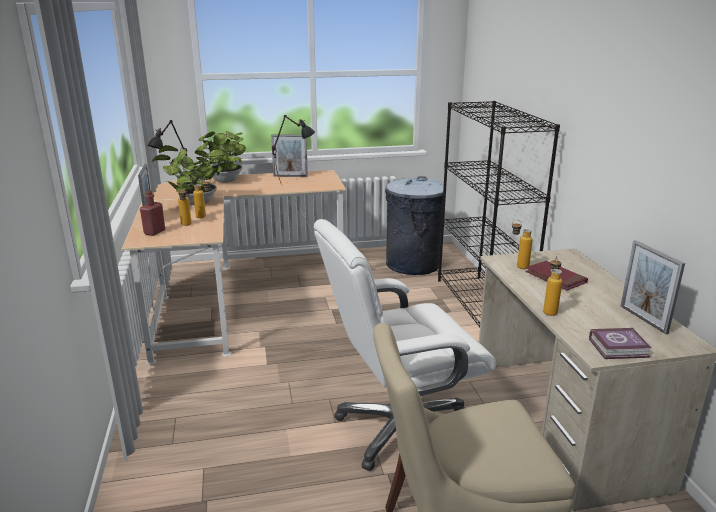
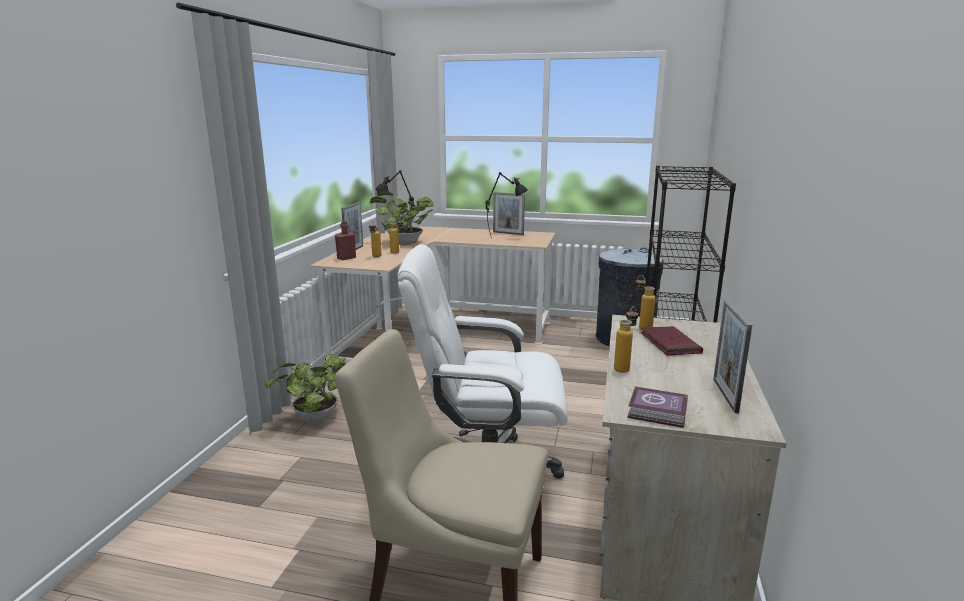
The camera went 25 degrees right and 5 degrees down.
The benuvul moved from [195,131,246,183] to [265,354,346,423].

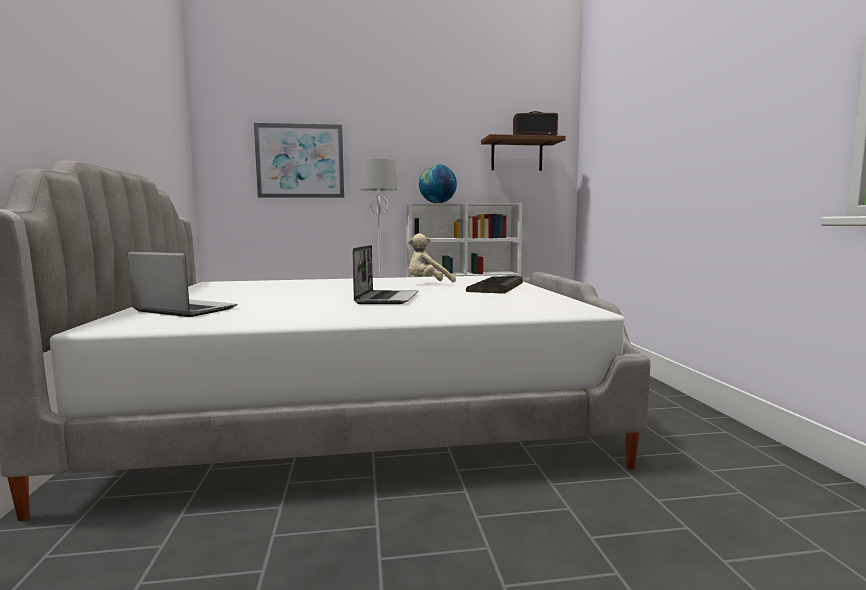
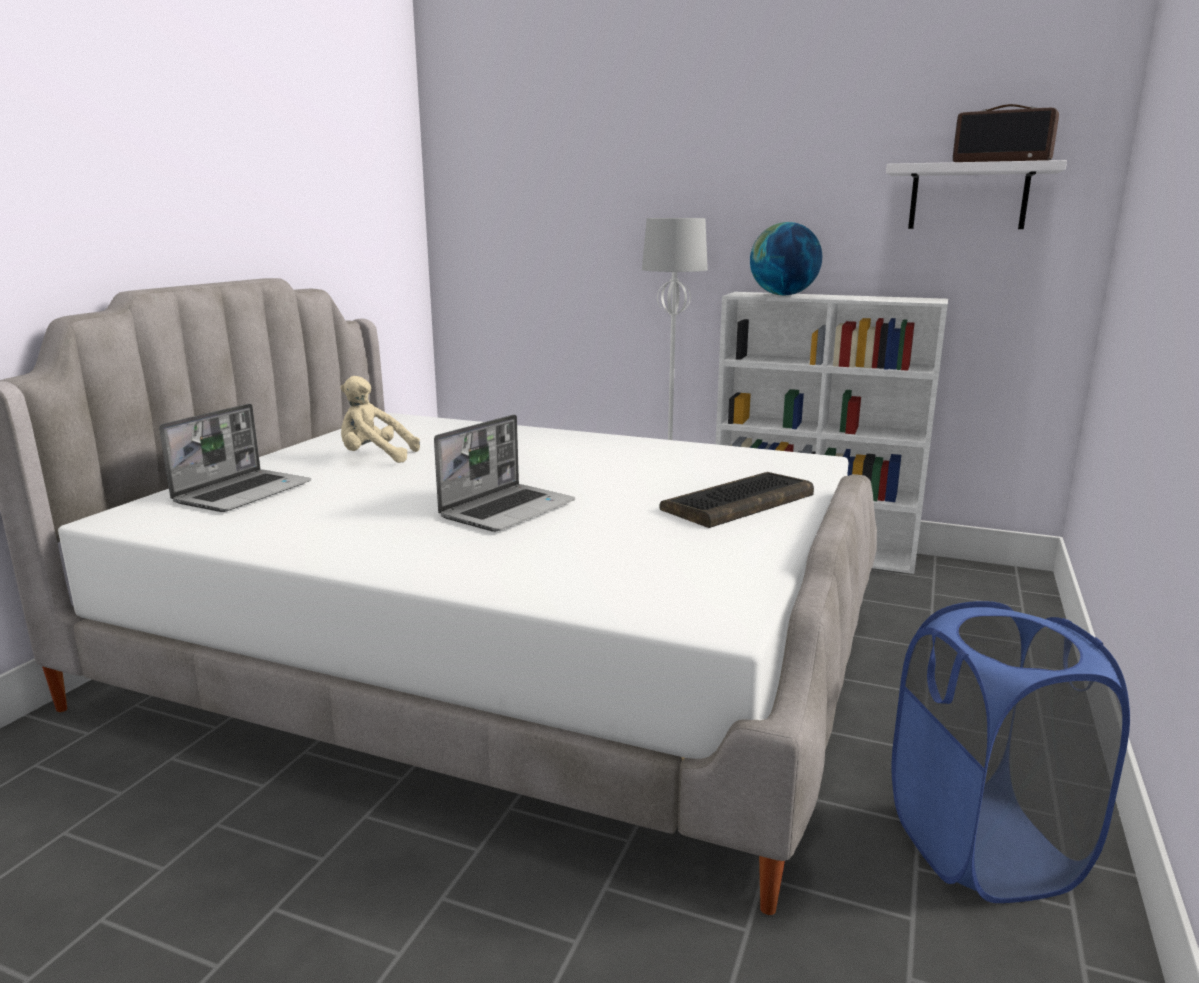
The camera went 30 degrees right and 10 degrees up.
The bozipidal at [254,123,344,198] disappeared.
The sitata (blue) at [891,601,1130,903] appeared.
The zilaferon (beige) moved from [408,233,456,283] to [340,376,420,463].
The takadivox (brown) at [481,134,566,171] became the takadivox (white) at [886,160,1067,229].
The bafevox at [128,251,237,317] turned 60 degrees clockwise.

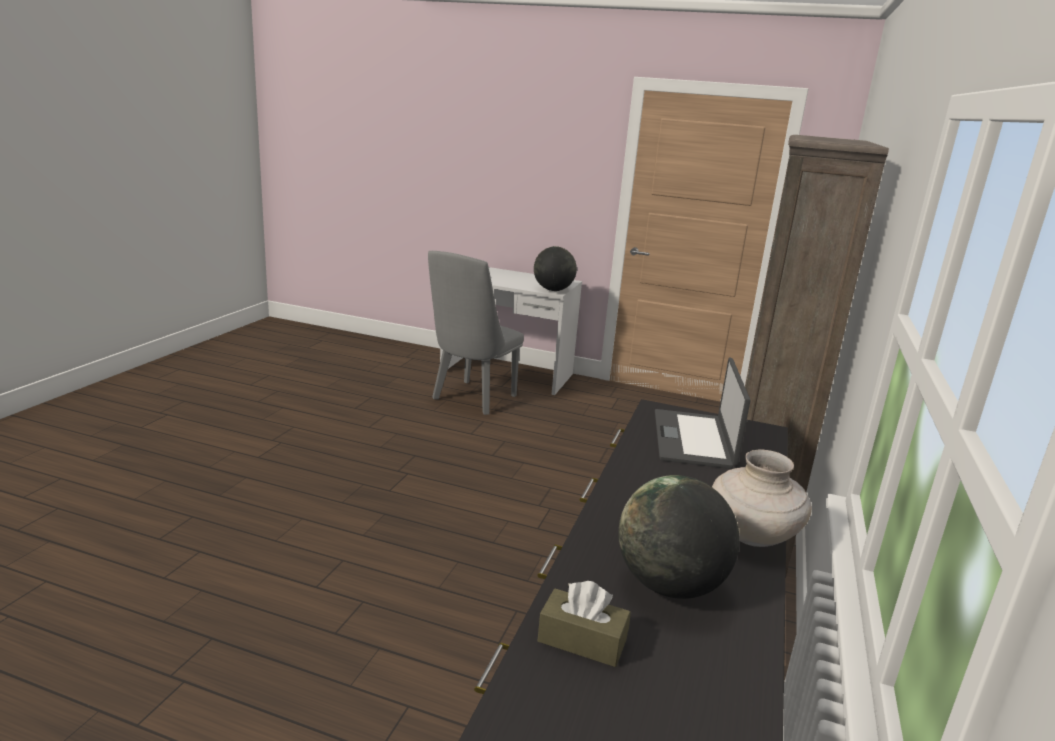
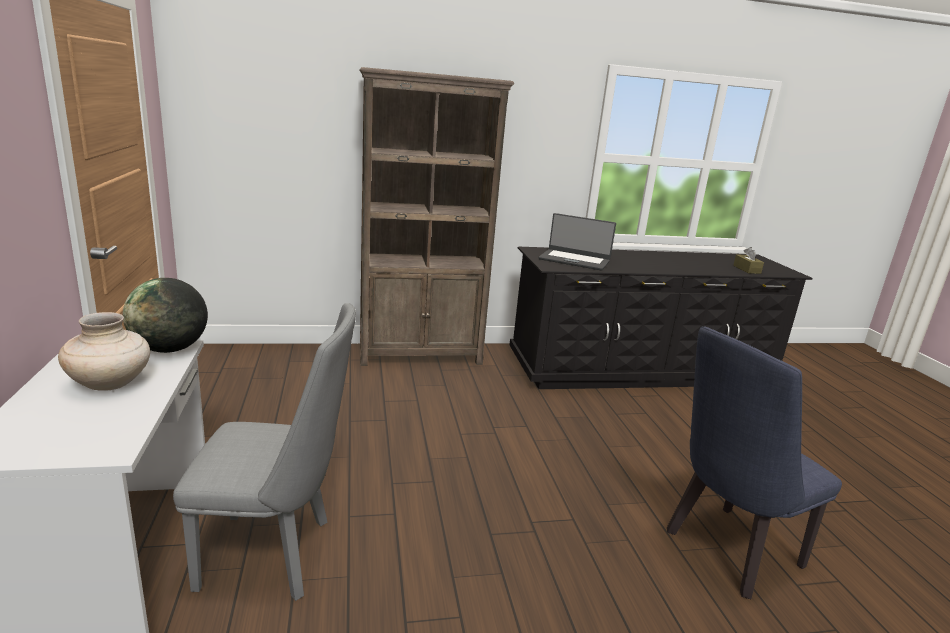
The camera went 120 degrees left and 0 degrees up.
The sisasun at [618,475,740,599] disappeared.
The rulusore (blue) at [667,326,842,599] appeared.
The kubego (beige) moved from [712,450,812,547] to [58,312,150,391].
The bafevox at [655,357,751,469] turned 45 degrees clockwise.

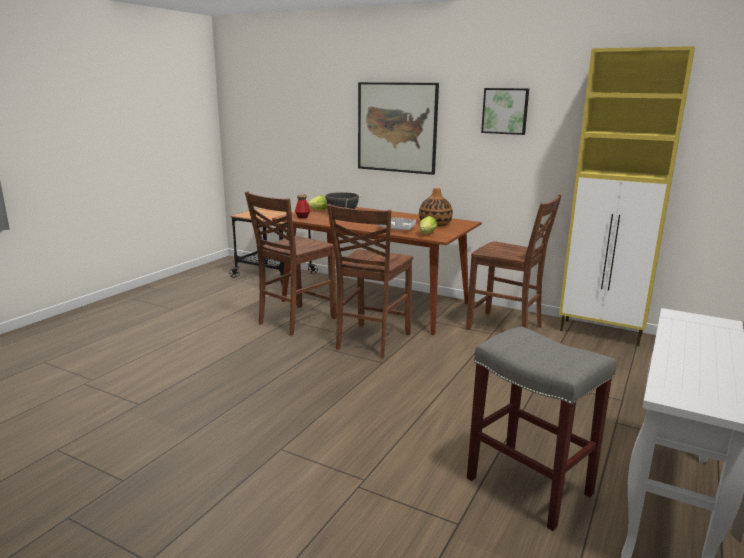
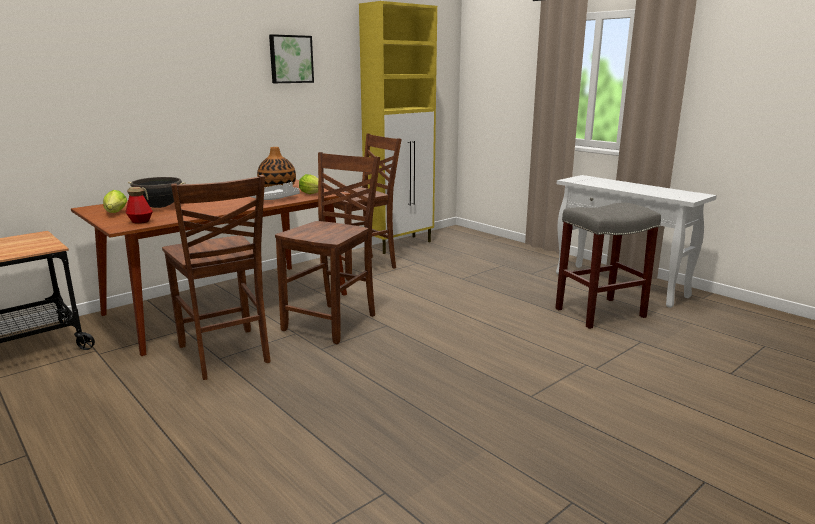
The camera went 70 degrees left and 0 degrees up.
The bozipidal at [358,82,439,175] disappeared.
The rulusore (brown) at [327,204,413,358] turned 105 degrees counterclockwise.

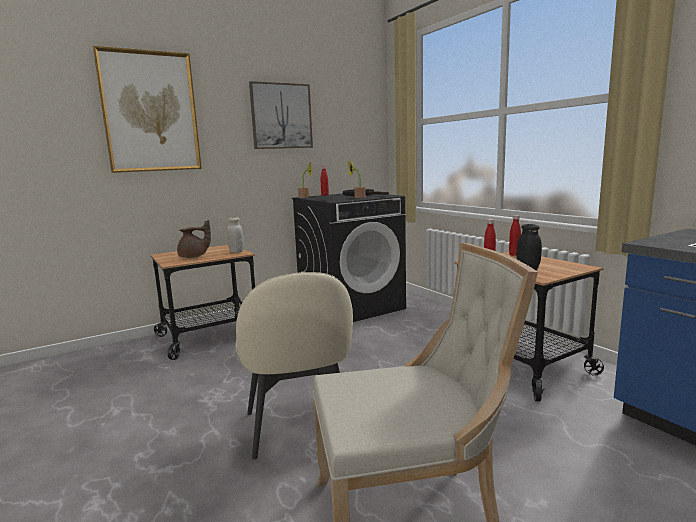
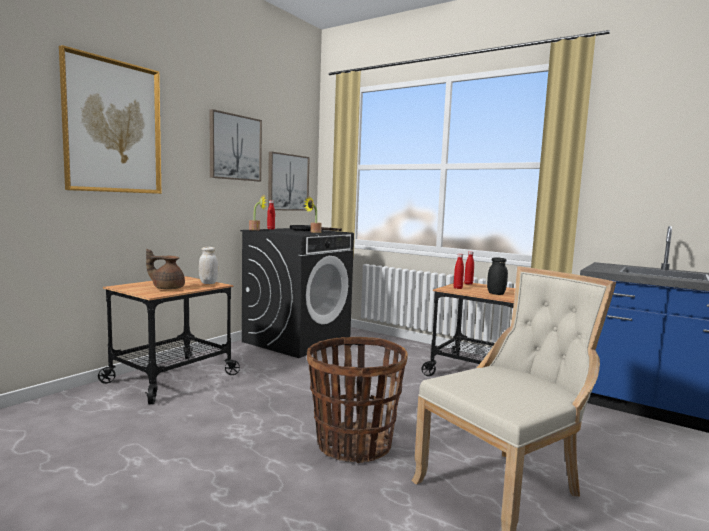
The camera went 25 degrees left and 5 degrees down.
The bozipidal at [268,152,310,211] appeared.
The rulusore (beige) at [236,272,353,459] was replaced by the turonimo at [307,337,408,463].
The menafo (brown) at [177,220,211,258] turned 135 degrees counterclockwise.

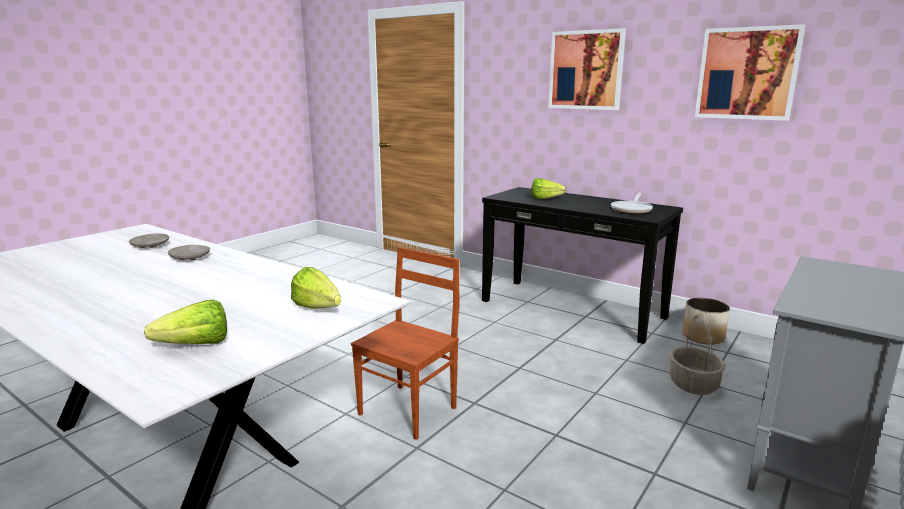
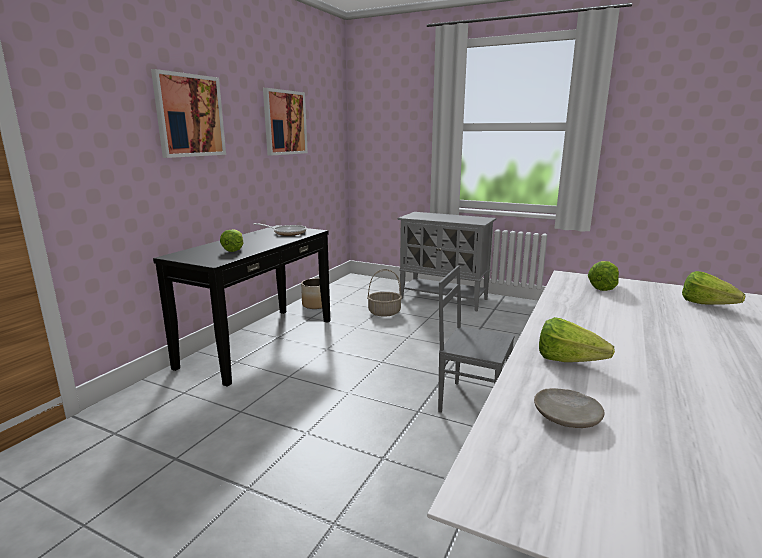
The camera went 100 degrees left and 0 degrees up.
The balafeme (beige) at [168,245,210,260] was replaced by the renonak at [539,317,615,362].
The rulusore (brown) at [351,247,459,440] became the rulusore (grey) at [438,265,515,413].

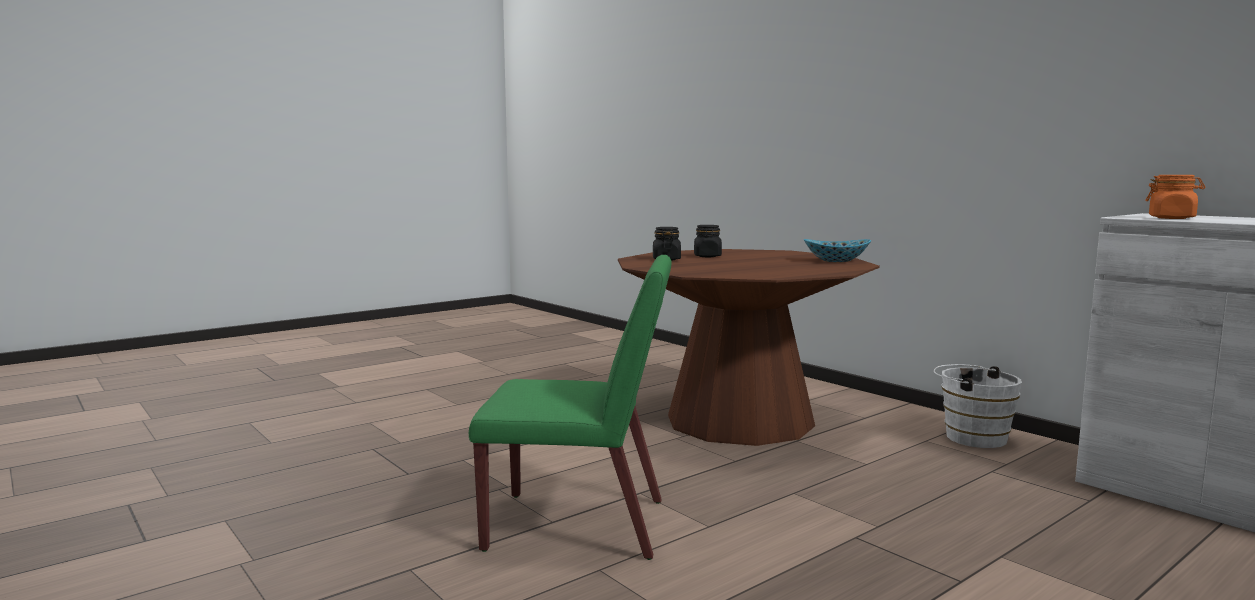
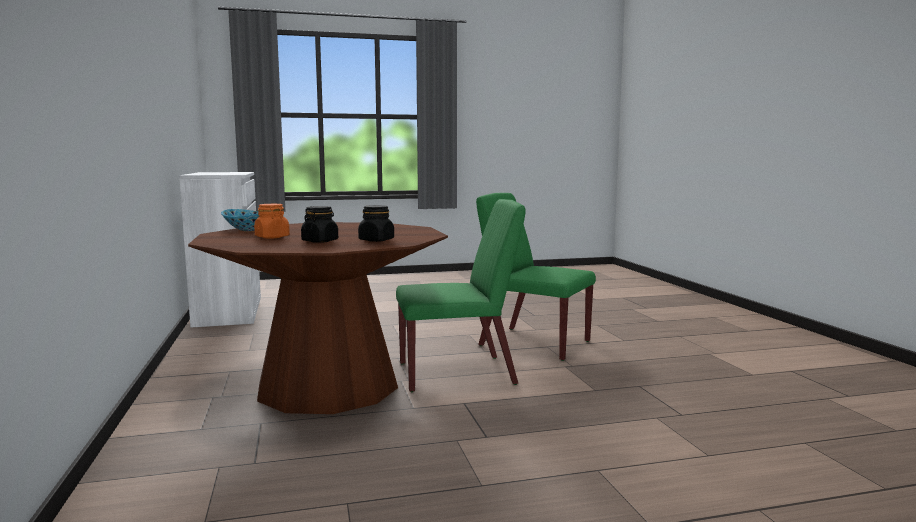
The camera went 155 degrees left and 0 degrees up.
The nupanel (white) at [934,364,1022,448] disappeared.
The rulusore (green) at [396,199,526,392] appeared.
The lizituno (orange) moved from [1145,175,1205,219] to [254,204,290,238].

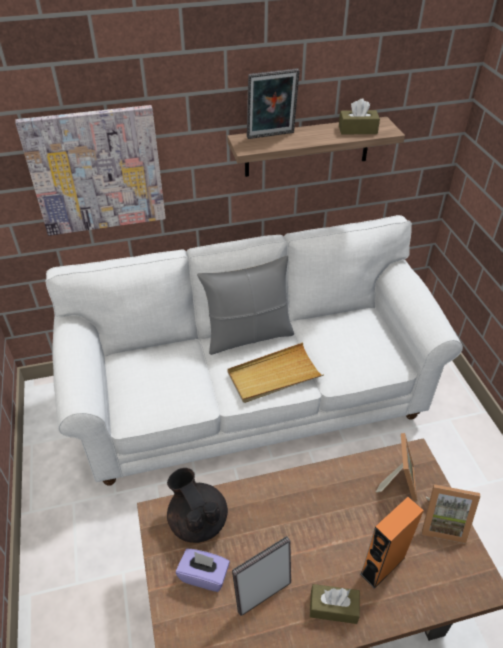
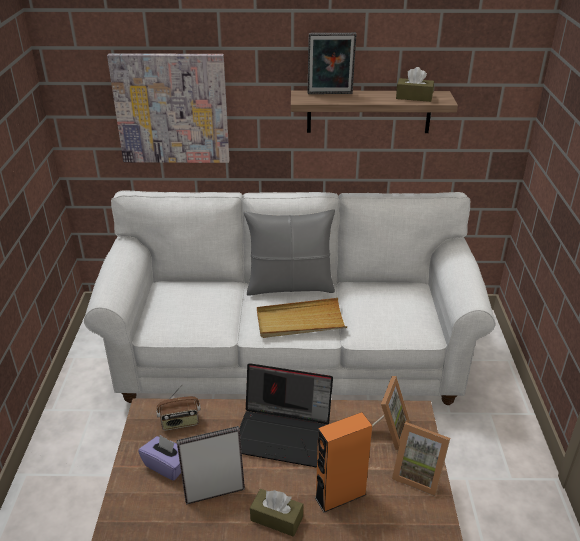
The camera went 15 degrees right and 10 degrees down.
The bafevox at [239,363,333,467] appeared.
The menafo (black) at [167,468,228,543] was replaced by the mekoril at [156,385,201,431].

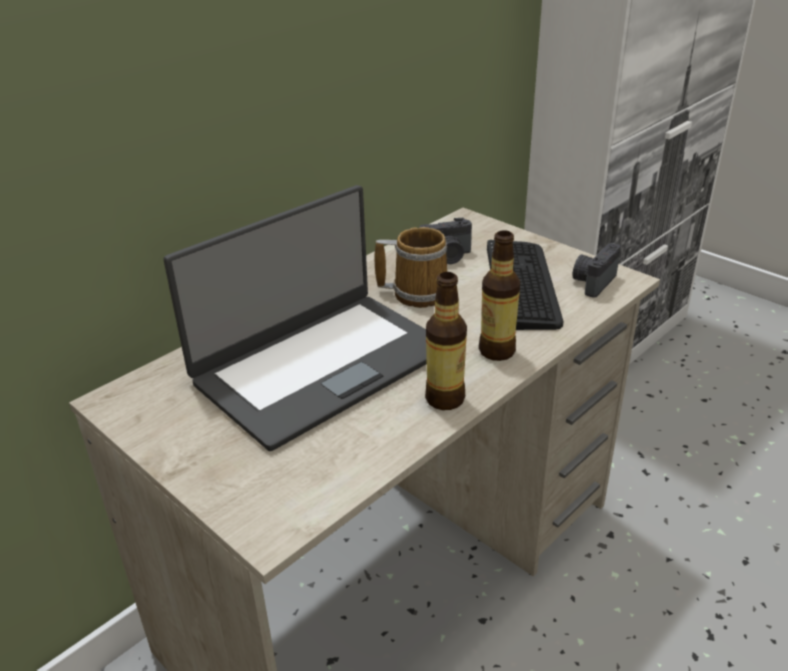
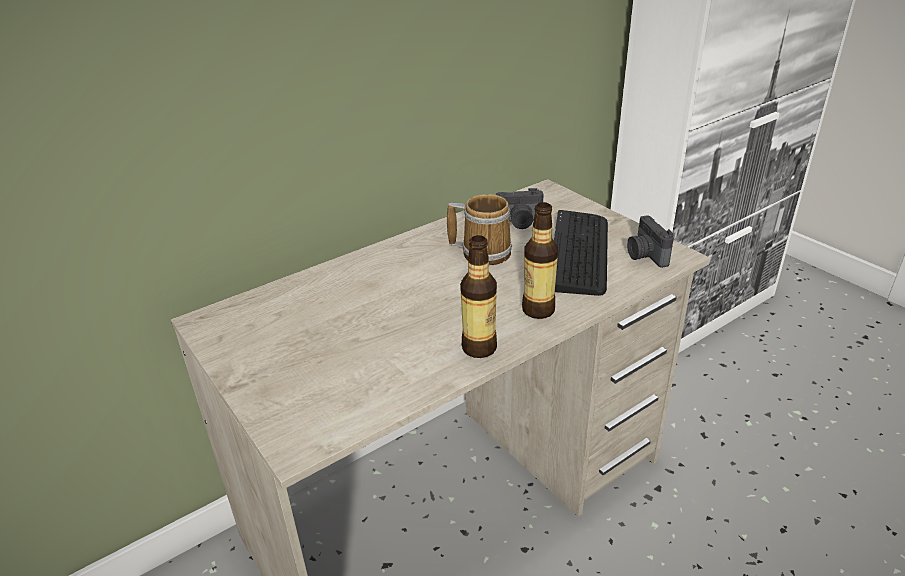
The camera went 10 degrees right and 0 degrees up.
The bafevox at [163,185,427,451] disappeared.
The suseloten at [573,243,621,298] turned 60 degrees counterclockwise.

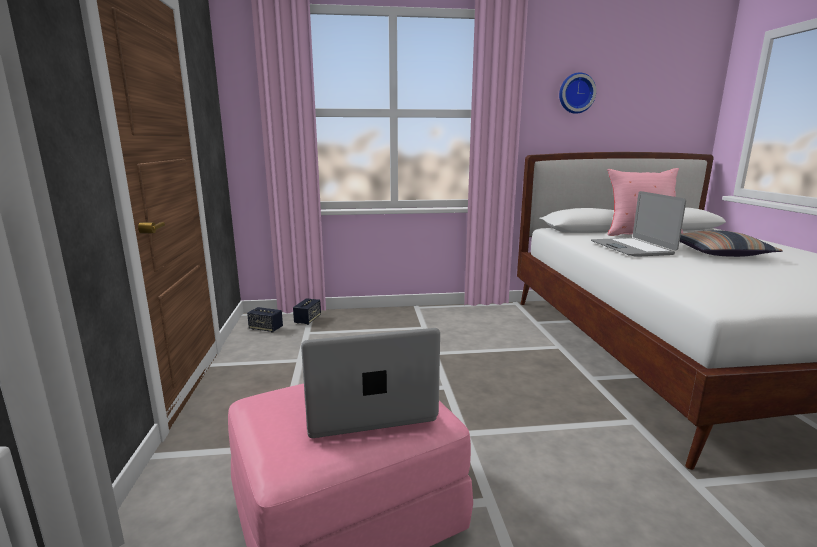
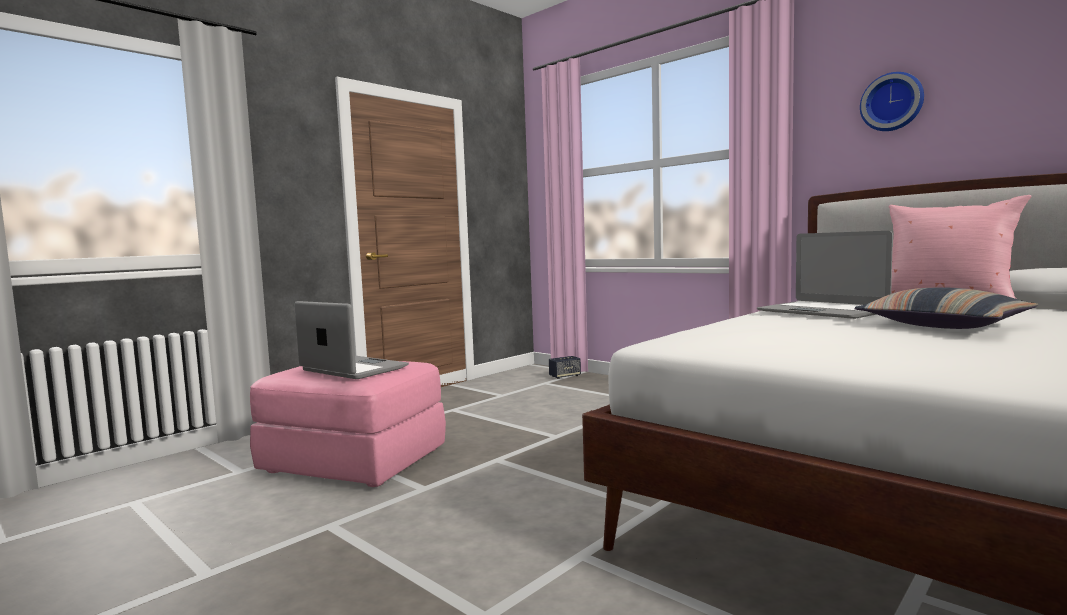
The camera went 50 degrees right and 10 degrees down.
The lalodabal at [247,307,283,333] disappeared.
The bafevox at [591,191,686,257] turned 75 degrees counterclockwise.

